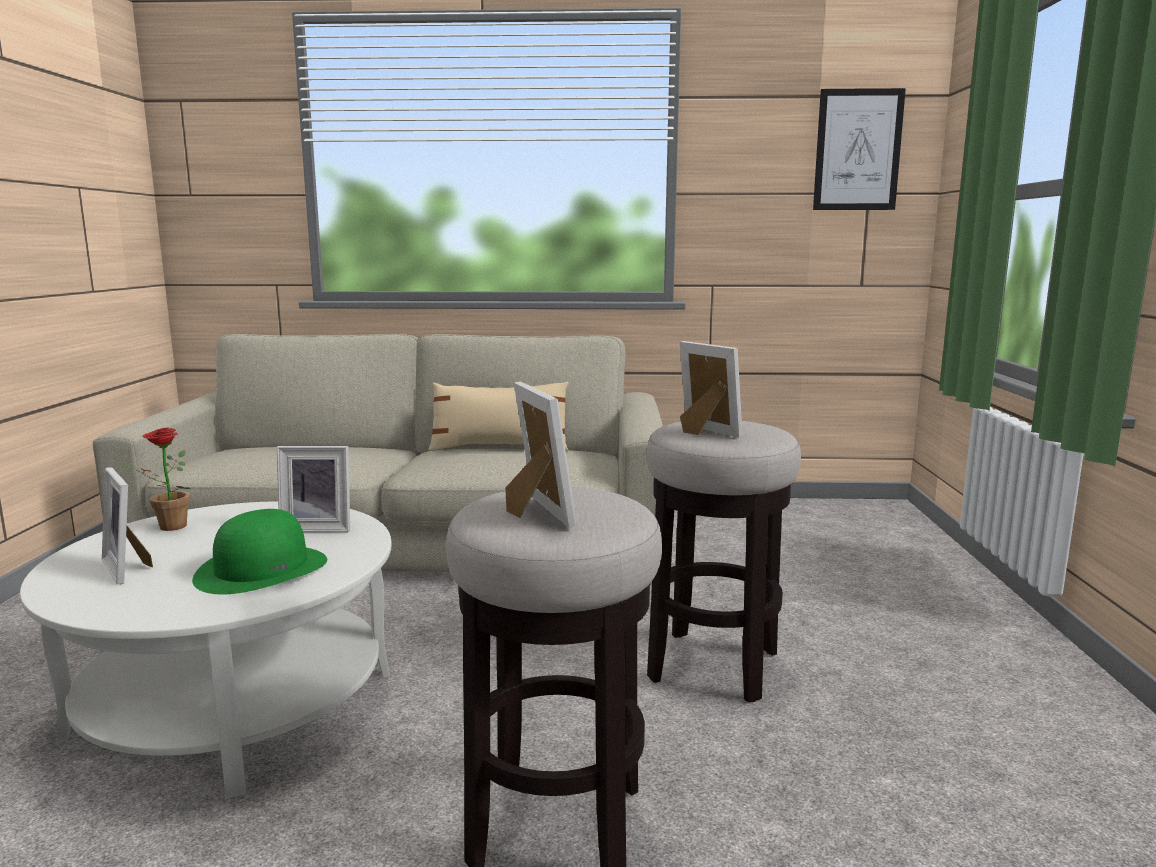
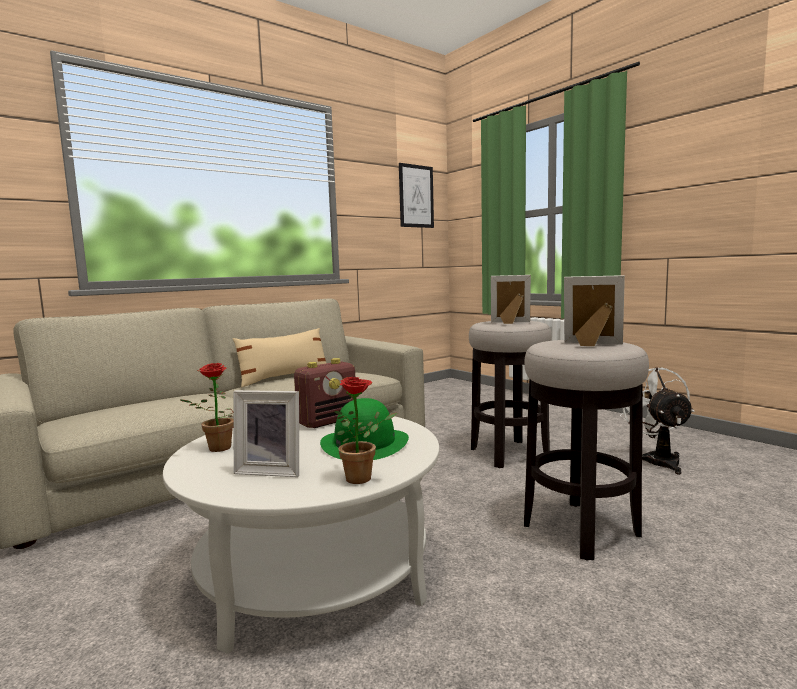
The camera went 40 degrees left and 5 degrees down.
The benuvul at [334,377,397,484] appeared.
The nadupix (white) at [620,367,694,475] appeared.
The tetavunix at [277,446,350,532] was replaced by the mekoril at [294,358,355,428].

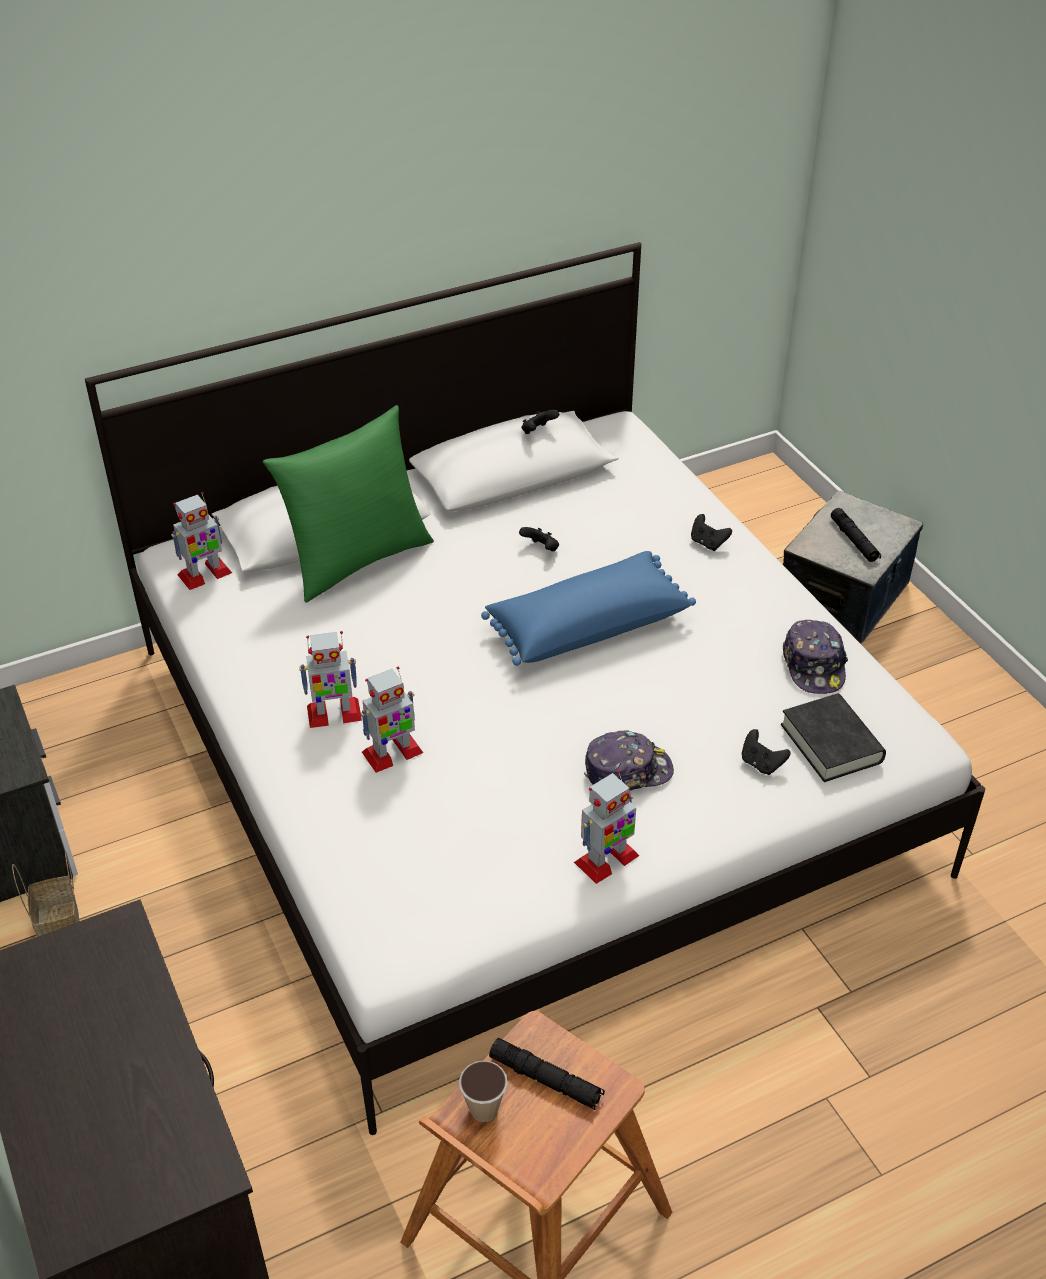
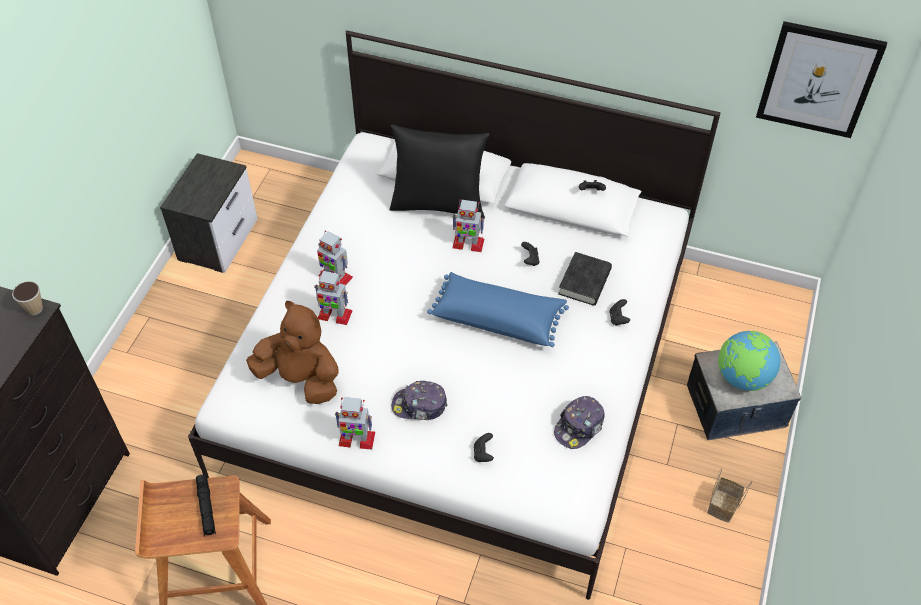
The camera went 45 degrees right and 10 degrees up.
The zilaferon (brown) at [246,301,339,404] appeared.
The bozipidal at [756,21,887,138] appeared.
The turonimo moved from [12,852,79,936] to [707,468,752,523].
The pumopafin moved from [171,492,232,590] to [452,199,484,252].
The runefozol moved from [459,1061,508,1122] to [12,281,43,315].
The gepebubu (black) moved from [781,693,886,782] to [558,252,612,306].
The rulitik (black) at [831,508,881,562] was replaced by the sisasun at [718,331,780,391].
The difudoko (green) at [263,405,434,603] became the difudoko (black) at [390,124,490,219].
The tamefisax at [584,730,674,790] turned 150 degrees clockwise.

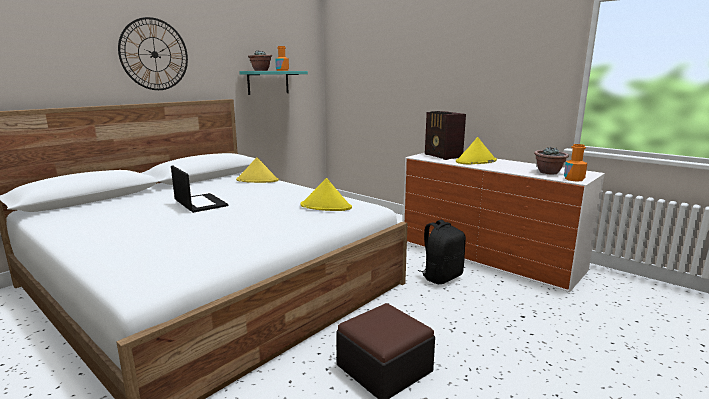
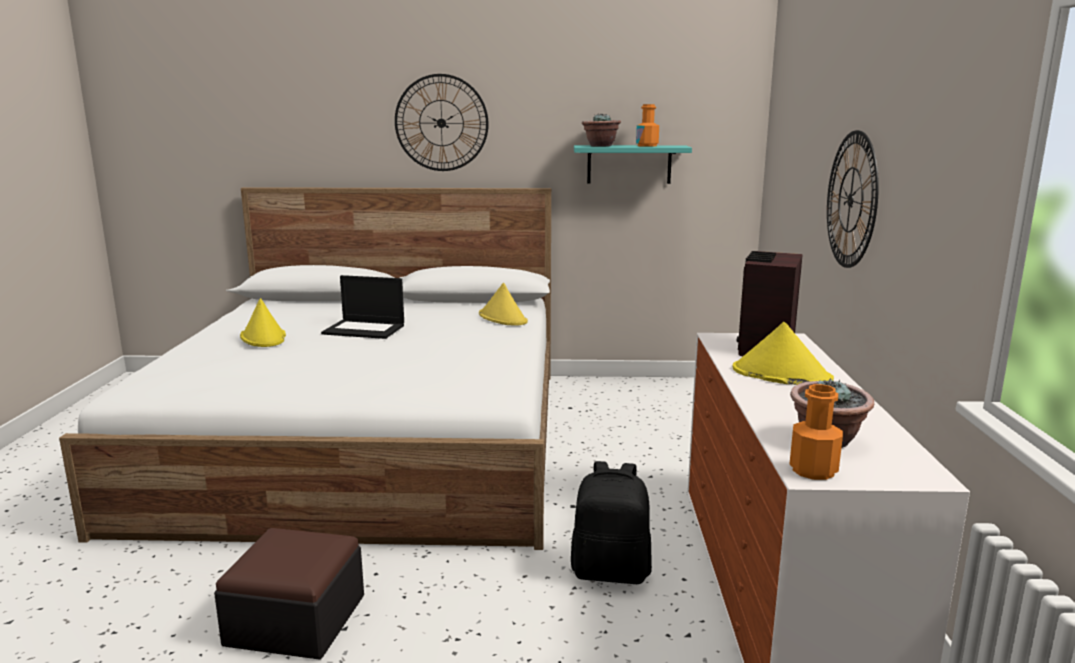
The camera went 50 degrees right and 0 degrees up.
The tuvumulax at [827,130,879,268] appeared.
The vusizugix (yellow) moved from [300,178,352,211] to [240,298,286,347].
The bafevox at [171,165,228,213] turned 90 degrees clockwise.

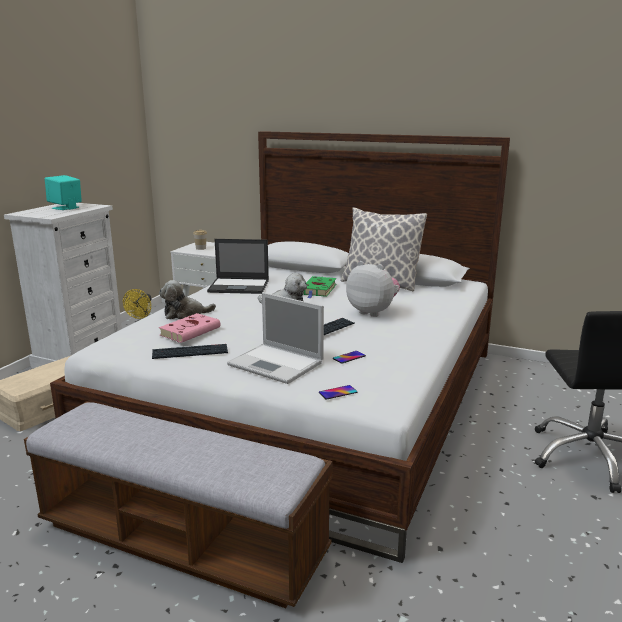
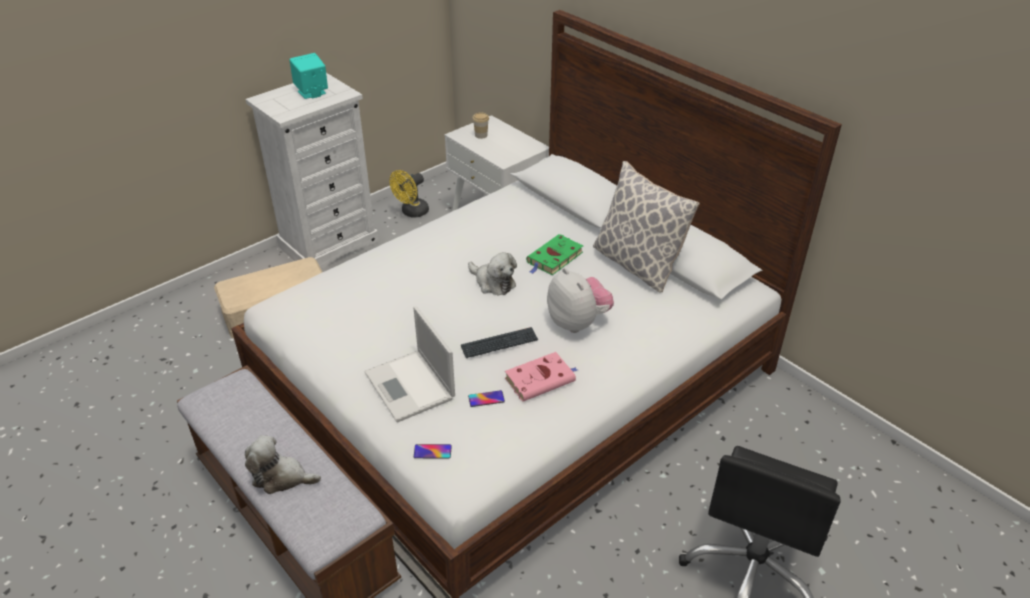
The camera went 25 degrees right and 20 degrees up.
The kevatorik at [152,344,228,359] disappeared.
The bafevox at [207,239,269,294] disappeared.
The zilaferon moved from [159,280,216,319] to [245,435,321,494].
The gepebubu (pink) moved from [159,313,221,343] to [505,352,577,402].

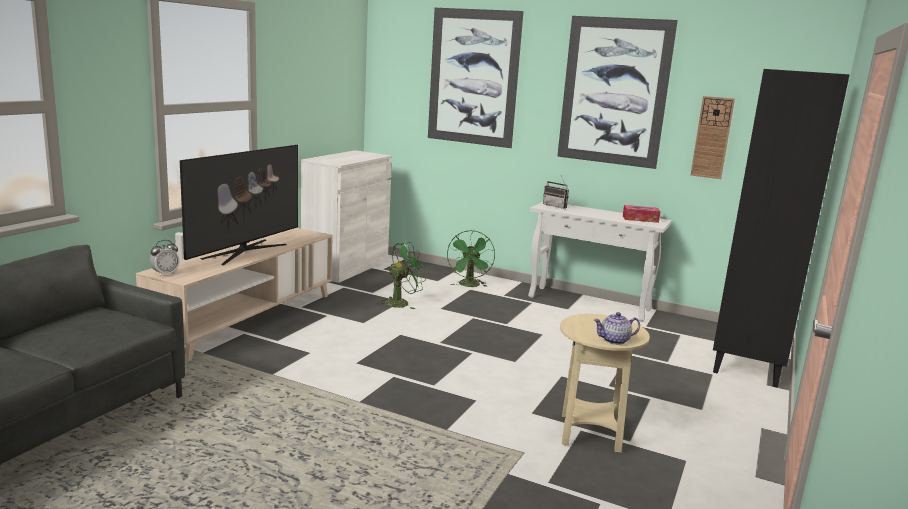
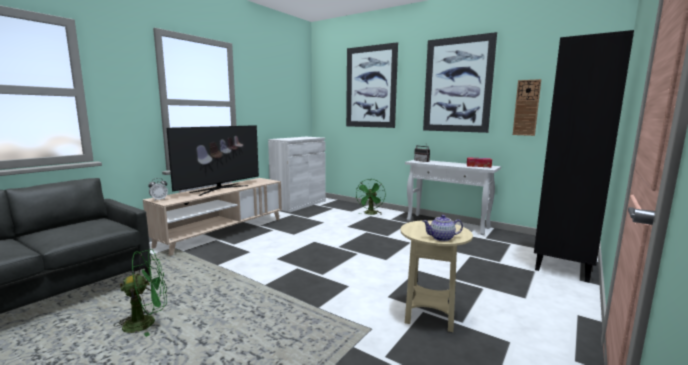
The camera went 10 degrees right and 5 degrees down.
The nadupix (green) moved from [377,242,426,309] to [114,249,167,337].

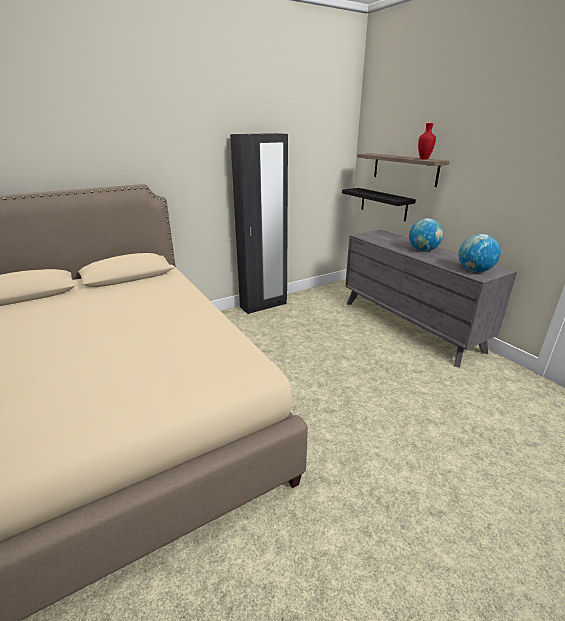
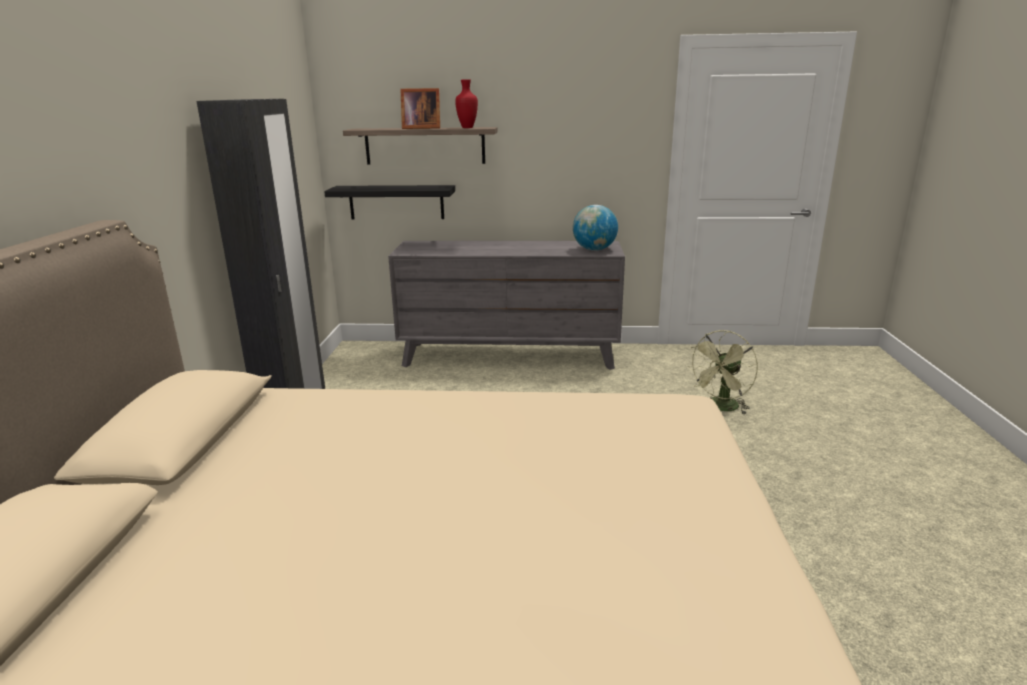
The camera went 55 degrees left and 5 degrees down.
The sisasun at [409,218,444,251] disappeared.
The tetavunix at [400,88,440,129] appeared.
The nadupix (green) at [687,330,758,414] appeared.

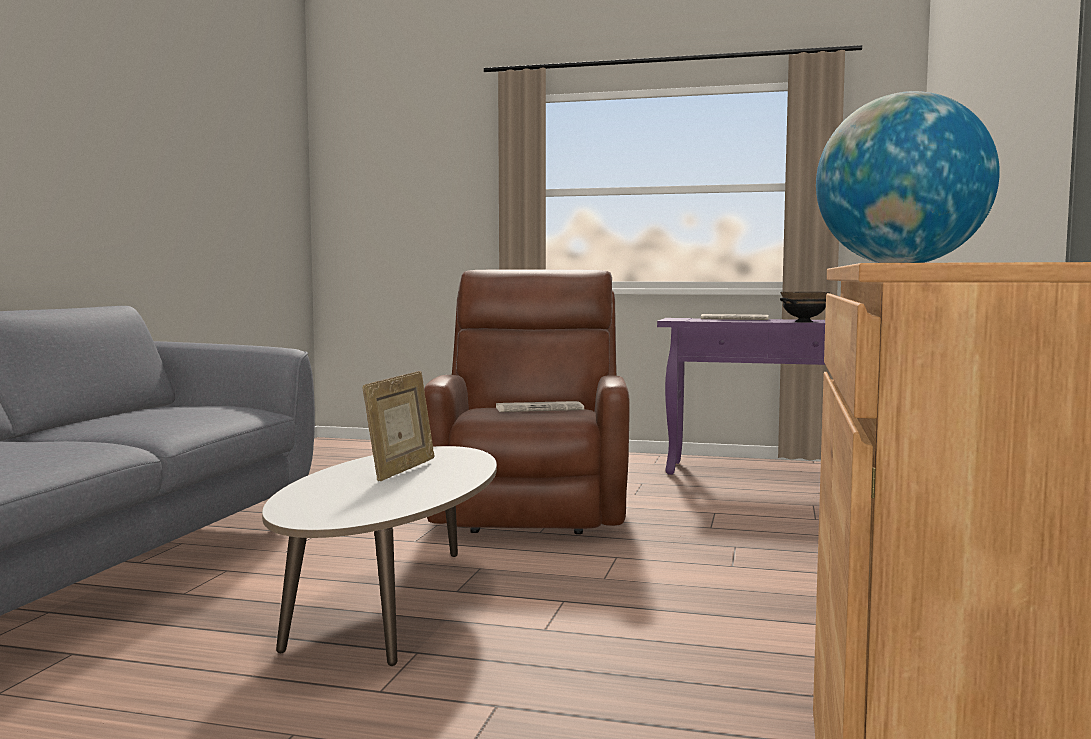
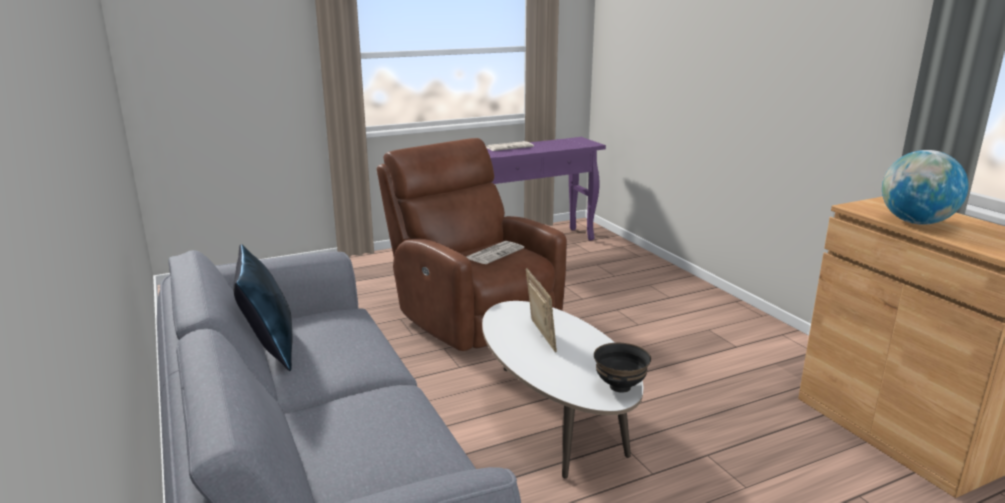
The camera went 40 degrees left and 15 degrees up.
The difudoko (blue) at [233,244,292,371] appeared.
The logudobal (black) moved from [780,292,830,322] to [594,343,651,393].

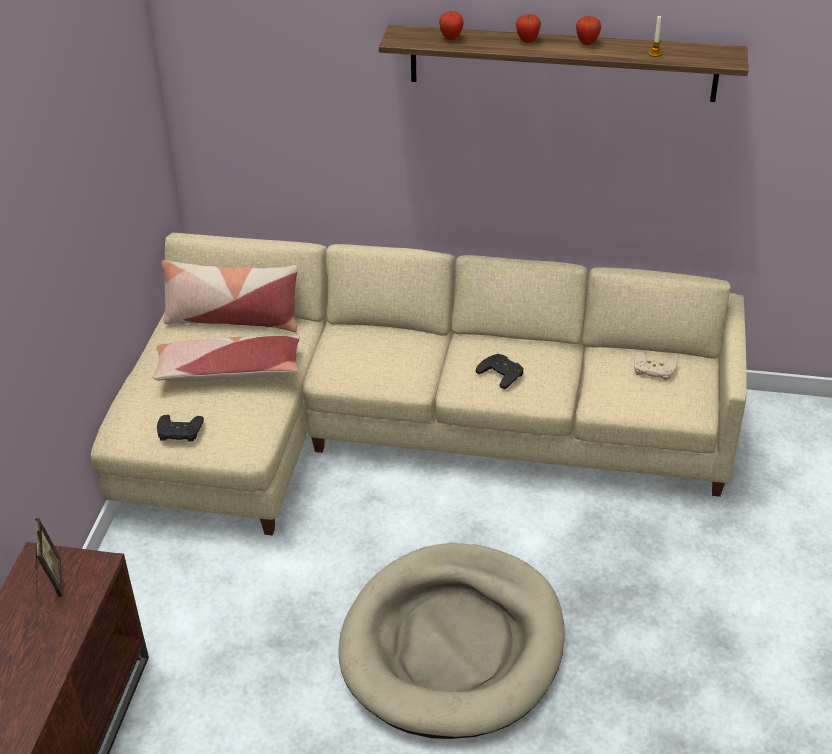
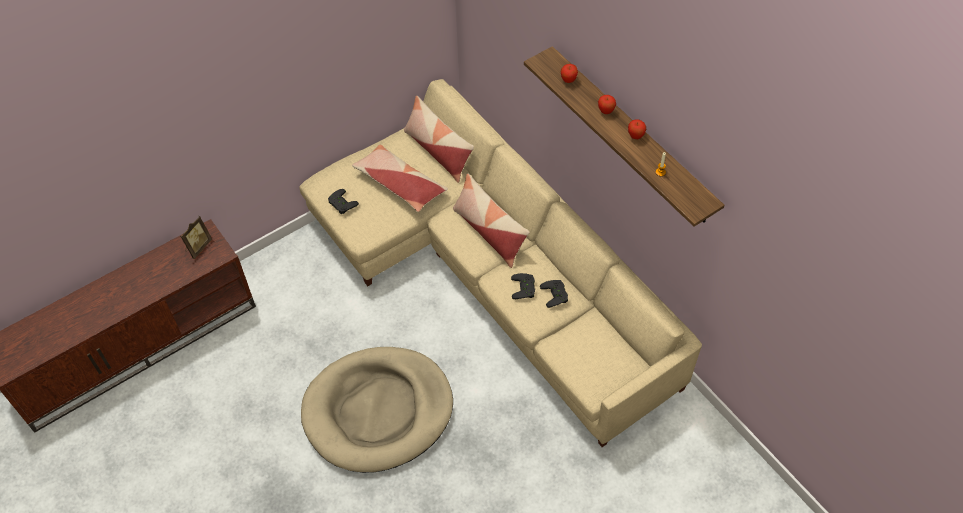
The camera went 45 degrees right and 15 degrees up.
The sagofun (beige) at [634,352,678,381] disappeared.
The difudoko at [453,174,529,268] appeared.
The sagofun (black) at [540,280,568,308] appeared.

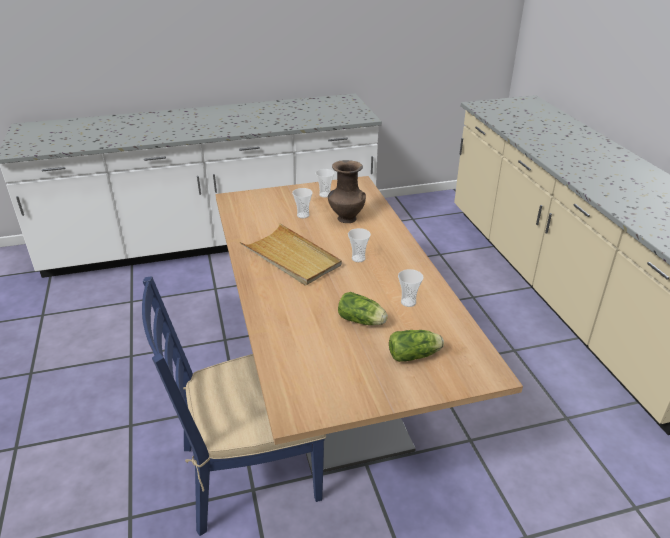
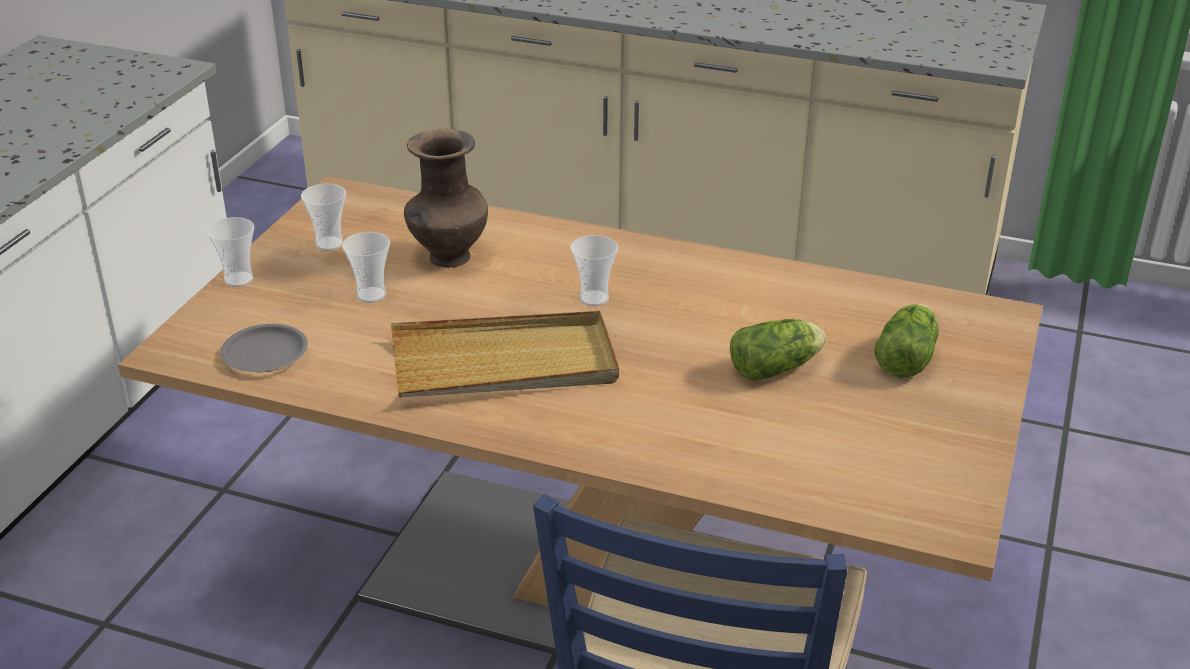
The camera went 55 degrees left and 0 degrees up.
The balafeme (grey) at [221,324,308,372] appeared.
The runefozol moved from [398,269,424,307] to [207,217,254,287].

